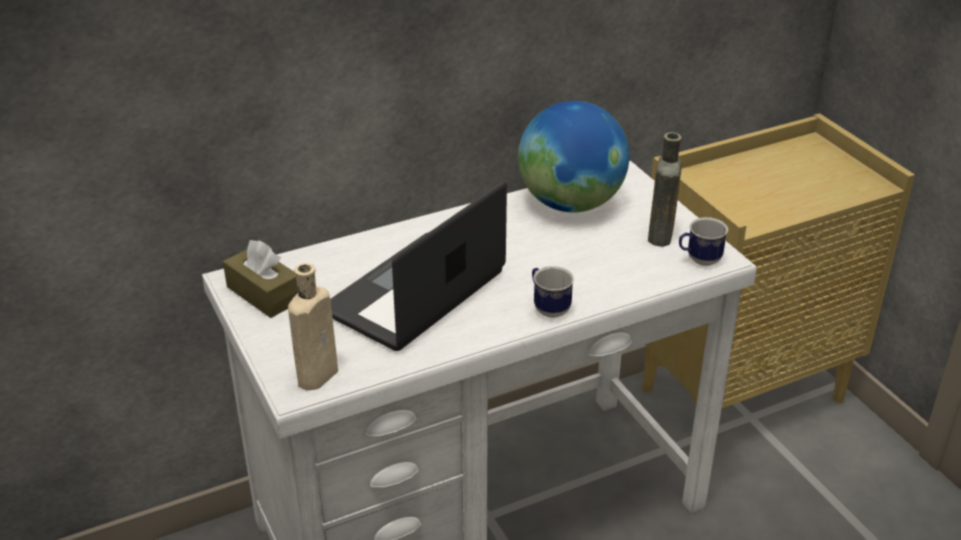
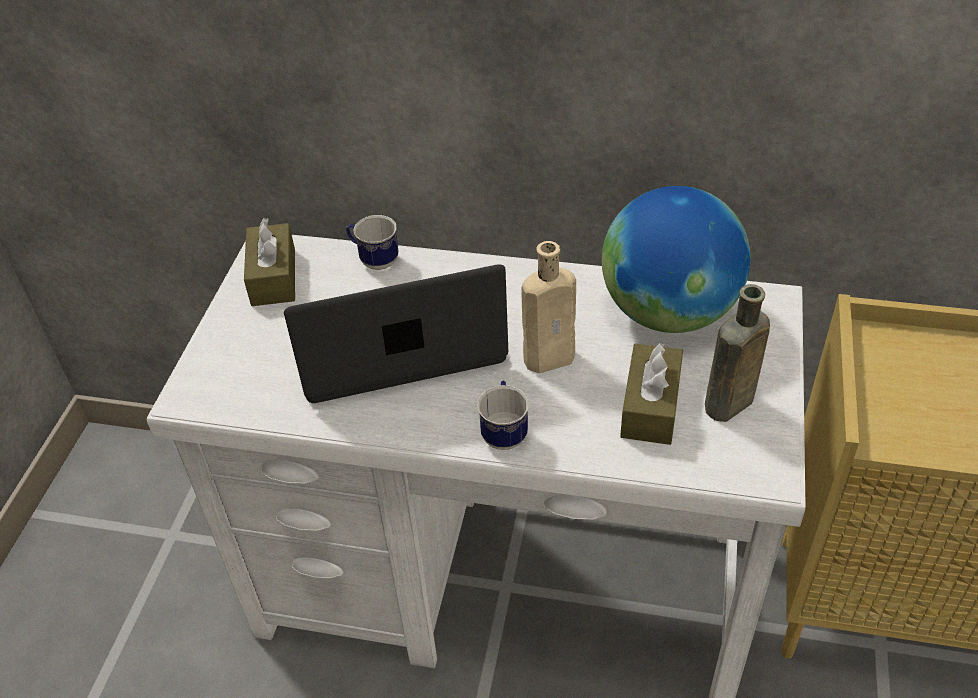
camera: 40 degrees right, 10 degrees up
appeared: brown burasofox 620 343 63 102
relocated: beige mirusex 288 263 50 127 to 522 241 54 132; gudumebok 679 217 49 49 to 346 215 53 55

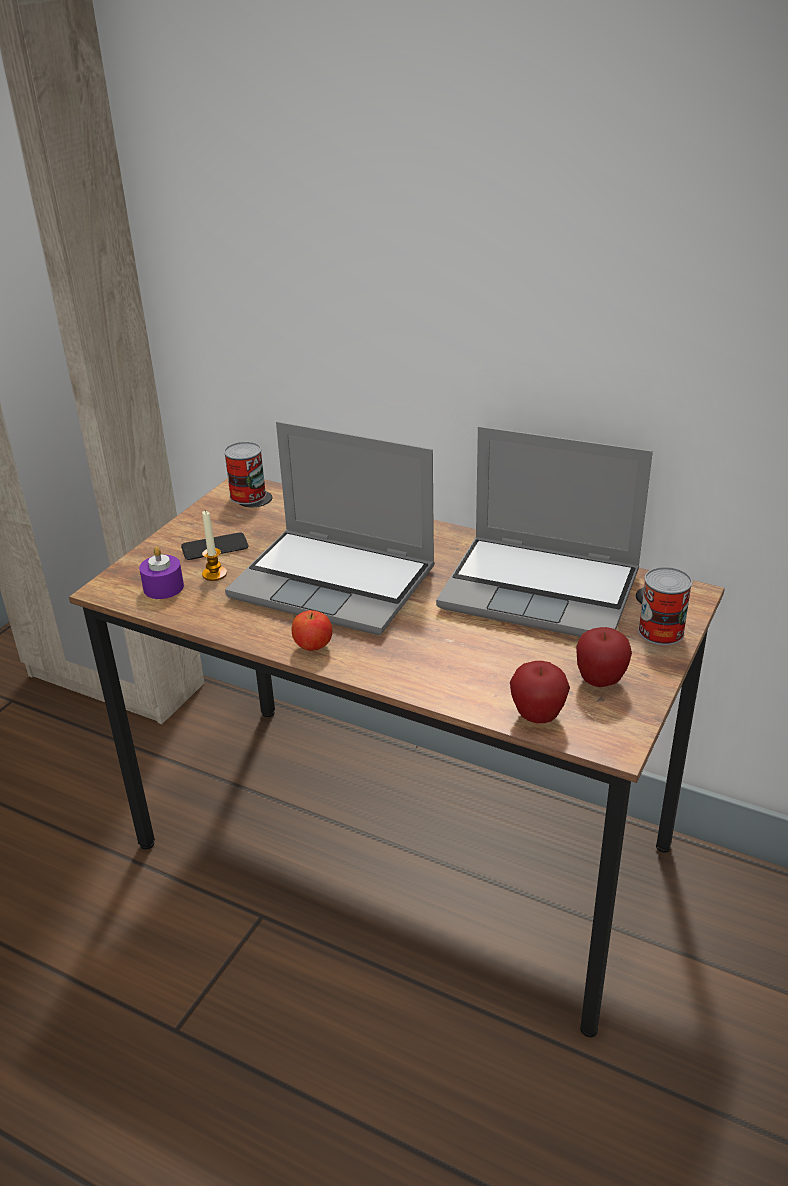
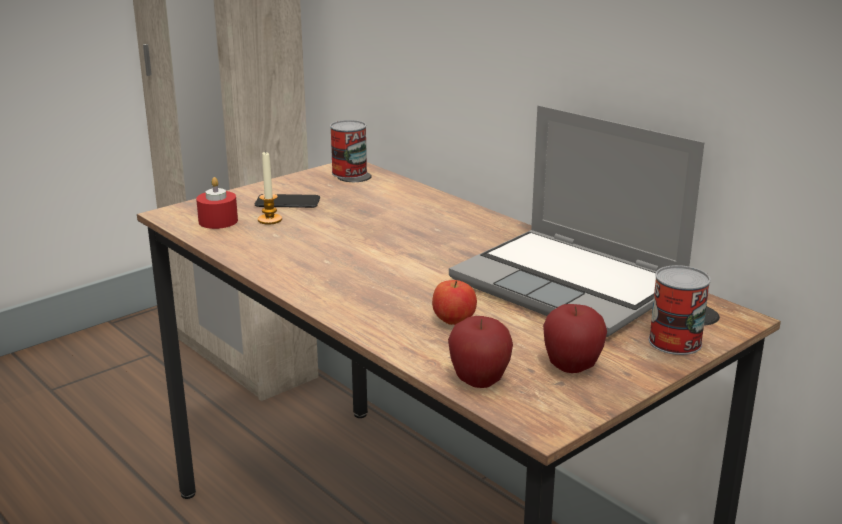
camera: 20 degrees right, 10 degrees down
missing: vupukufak 225 421 210 214
relocated: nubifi 292 610 40 41 to 432 280 45 45
colour: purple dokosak 139 546 45 53 to red dokosak 196 177 42 52

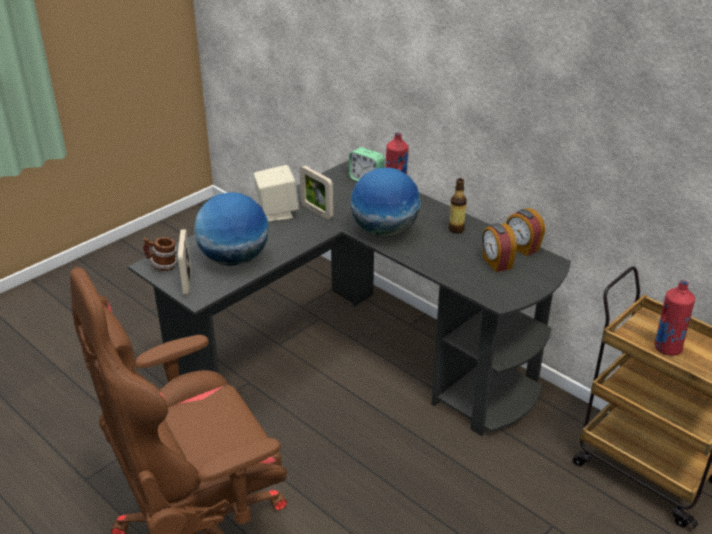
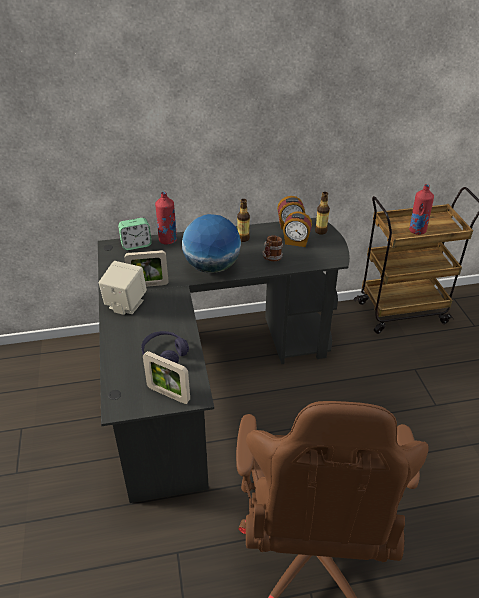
camera: 55 degrees left, 5 degrees up
appeared: mirusex 315 192 15 43
relocated: gudumebok 143 237 34 34 to 262 235 21 26
exchanged: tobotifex 194 192 75 74 to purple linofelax 141 331 48 32

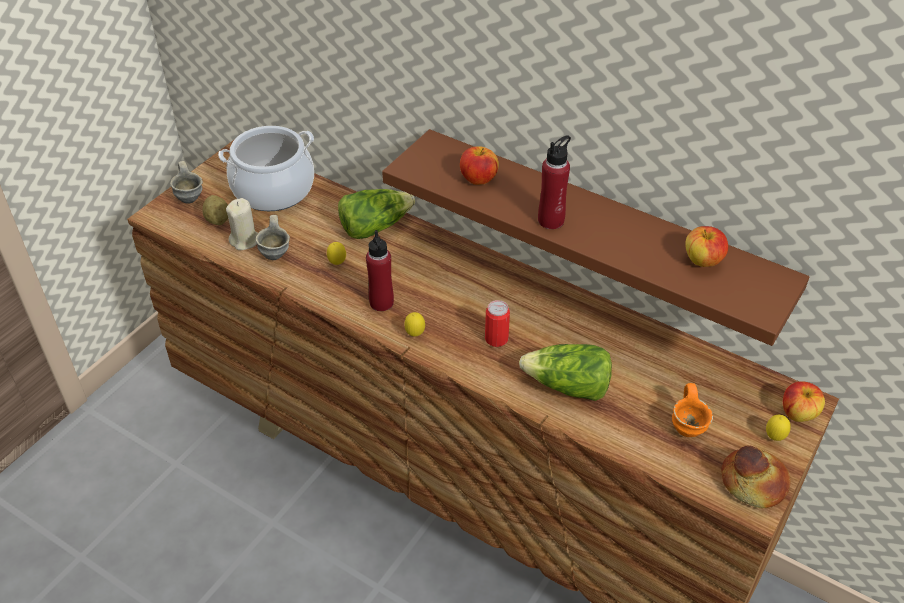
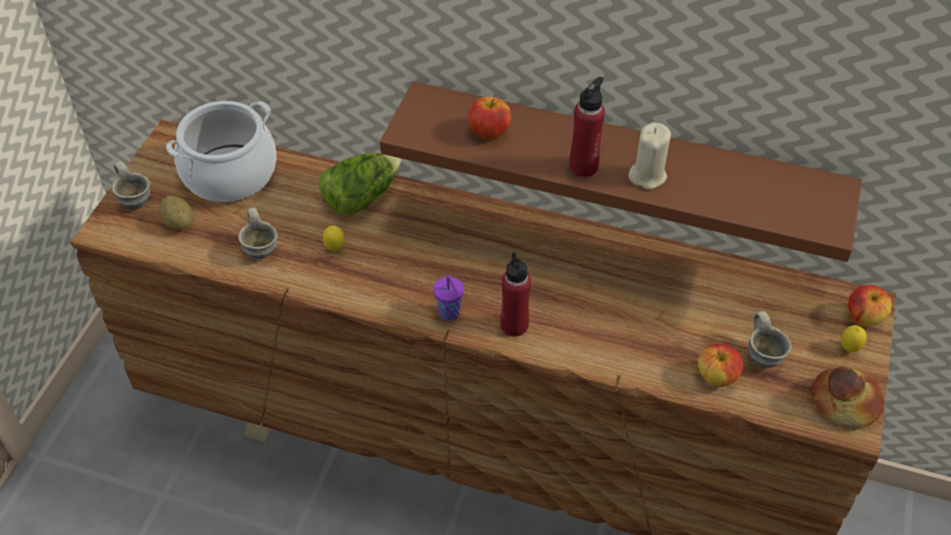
camera: 15 degrees left, 5 degrees up
missing: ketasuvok 485 300 25 47; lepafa 519 344 93 57
relocated: beige dokosak 226 198 32 52 to 629 122 42 68; red mirusex 366 230 28 81 to 500 252 31 85; nubifi 685 226 43 41 to 698 344 45 43
exchanged: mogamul 404 312 21 24 to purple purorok 433 275 31 46
colour: orange gudumebok 672 383 41 54 to grey gudumebok 748 311 44 57

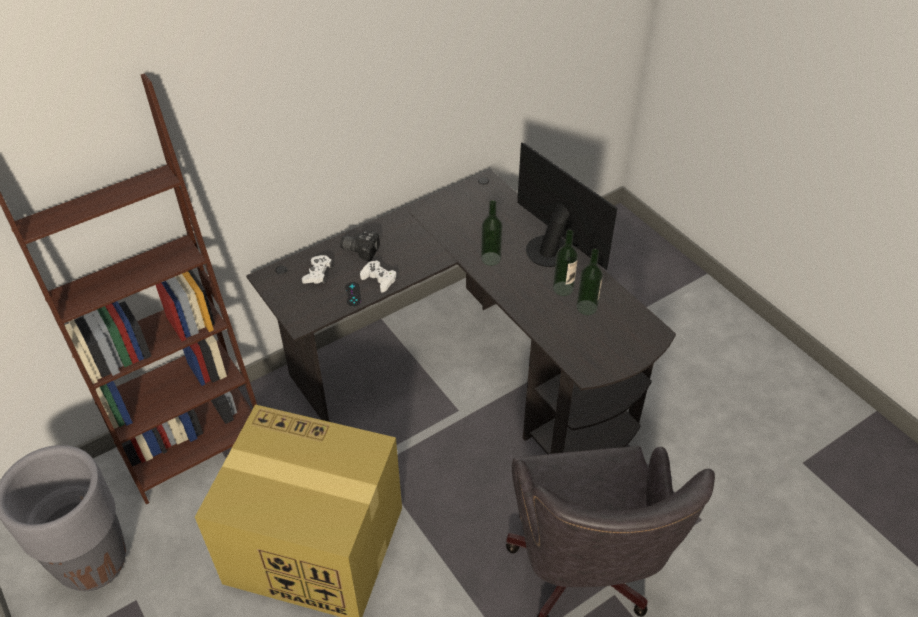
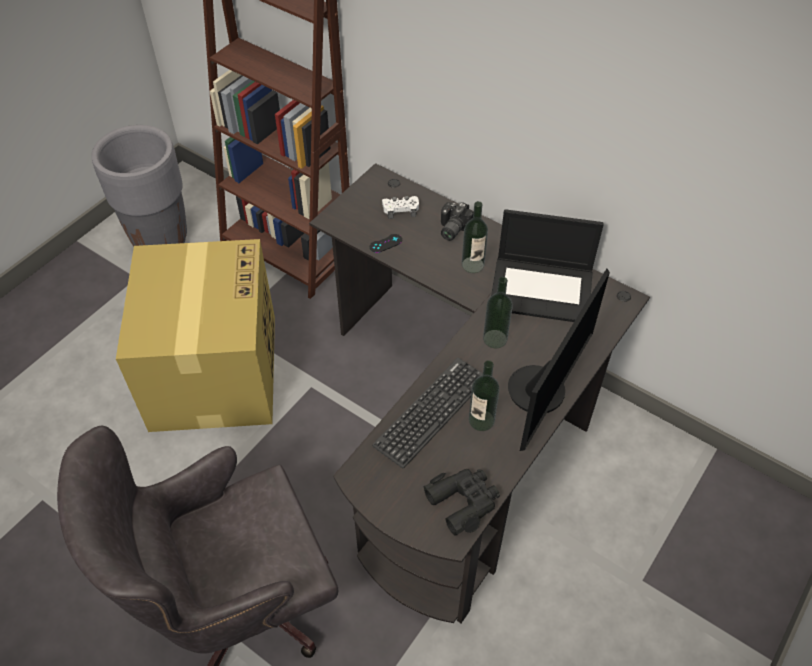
camera: 70 degrees right, 5 degrees up
missing: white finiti 360 260 37 32
appeared: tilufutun 372 358 111 110; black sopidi 423 469 77 67; vupukufak 491 209 113 113
relocated: mirusex 576 249 27 66 to 462 201 26 72
spun: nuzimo 340 231 40 31 = 441 202 32 39 150 degrees counterclockwise

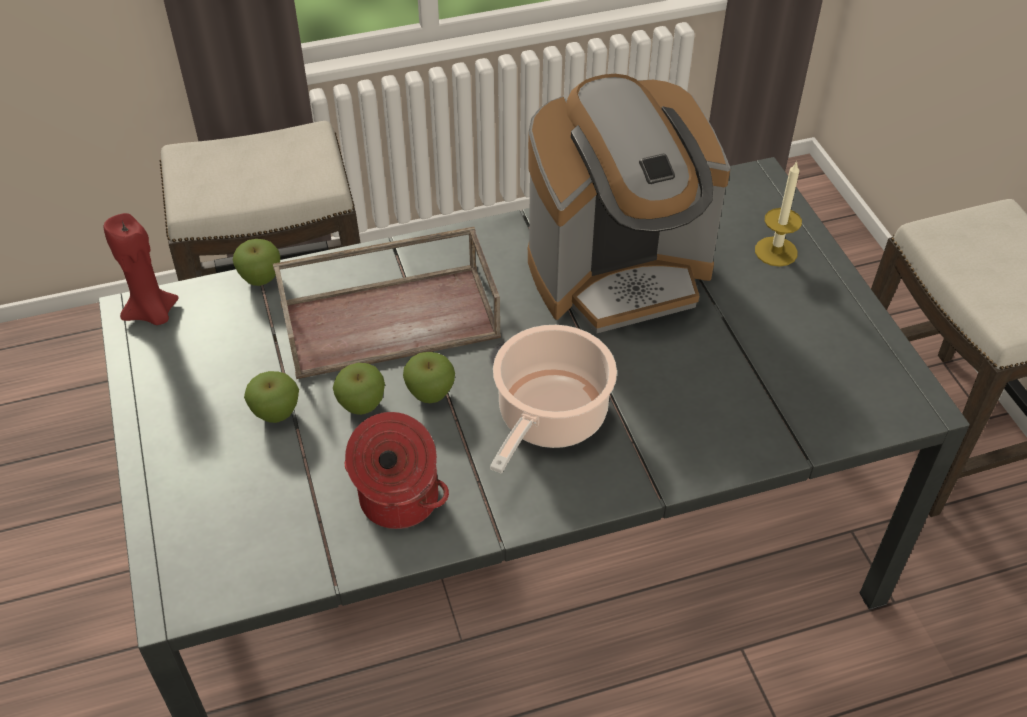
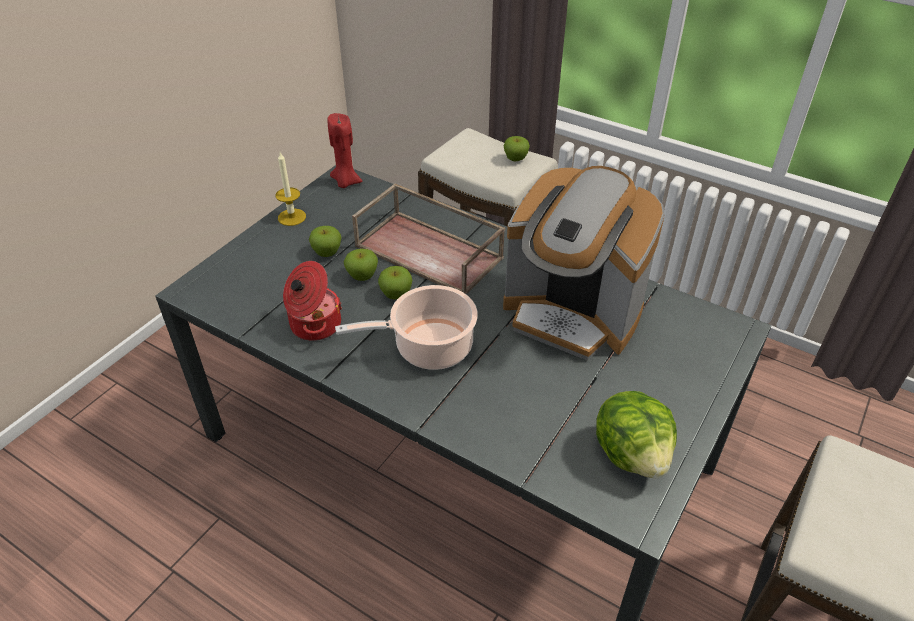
camera: 50 degrees right, 5 degrees down
appeared: lepafa 596 391 81 87
relocated: nubifi 233 239 47 47 to 504 136 26 25; dokosak 755 161 47 106 to 276 152 30 74

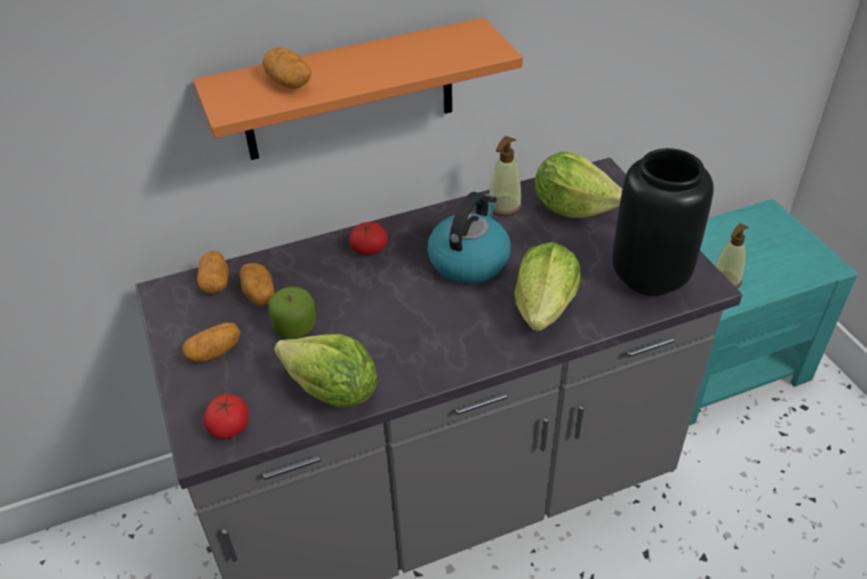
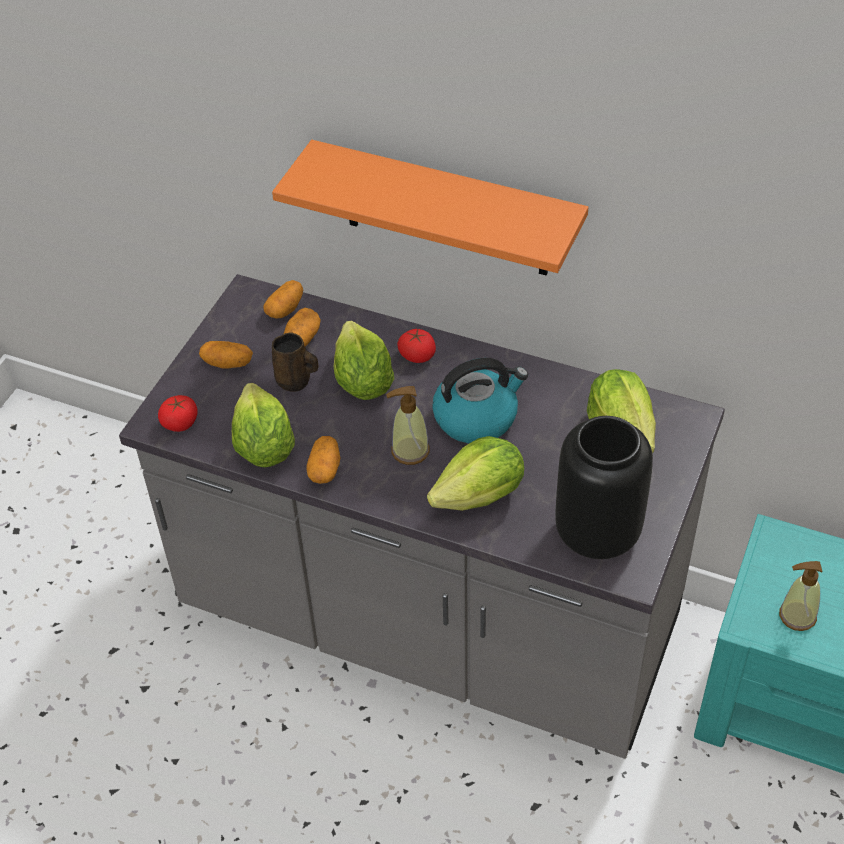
camera: 45 degrees right, 5 degrees up
appeared: lepafa 334 321 60 79
relocated: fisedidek 262 47 49 41 to 307 436 33 48; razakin 489 136 33 80 to 386 386 44 79
exchanged: nubifi 268 286 48 53 to brown gudumebok 272 332 46 60

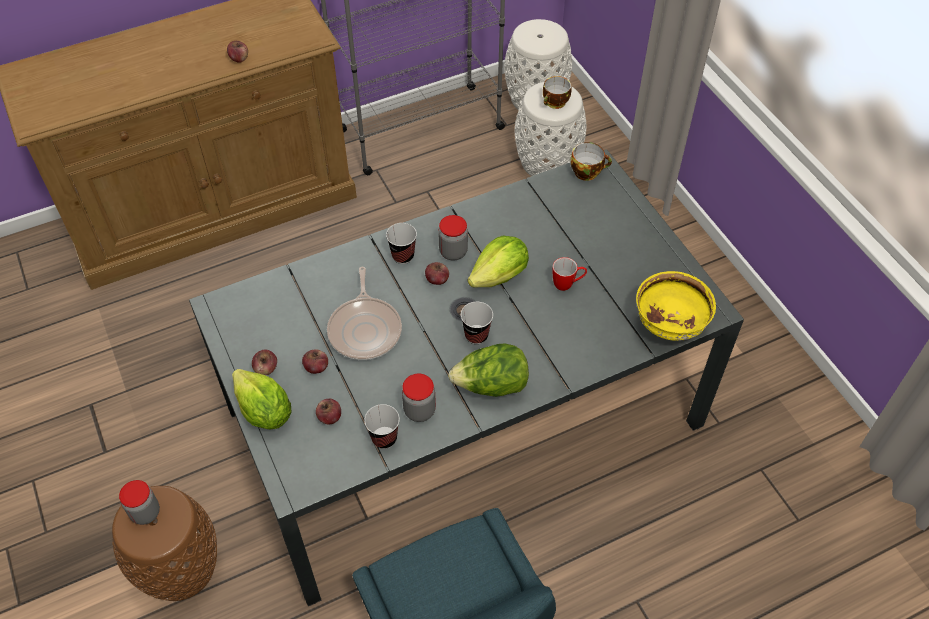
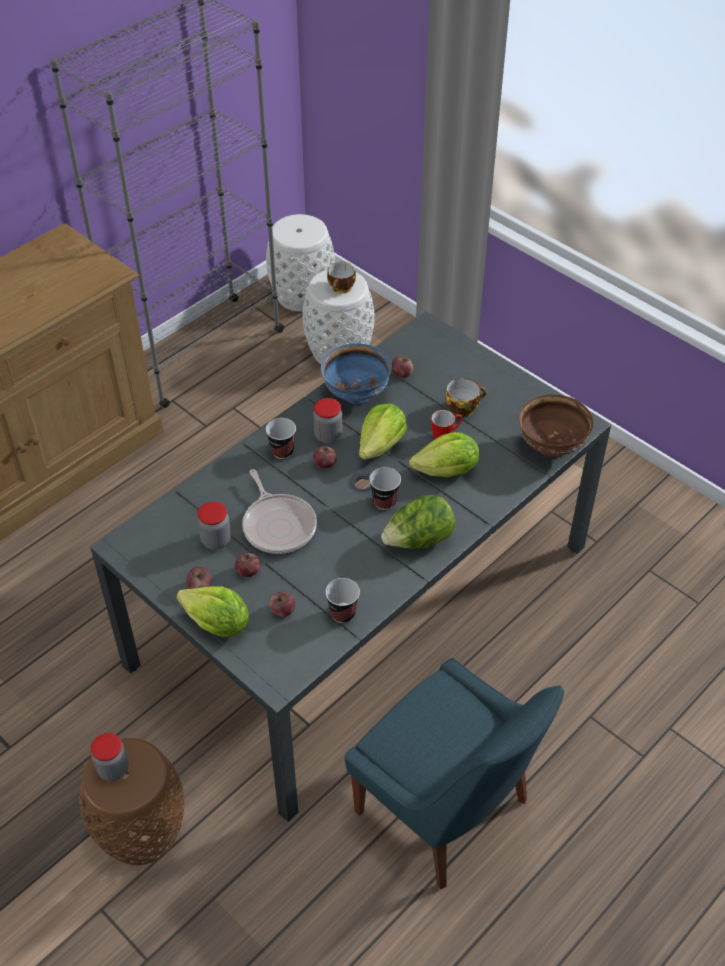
camera: 20 degrees left, 5 degrees down
appeared: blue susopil 321 343 71 62; lepafa 409 432 71 45
relocated: nubifi 227 41 21 22 to 391 356 22 22; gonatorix 402 374 34 48 to 197 502 34 48; purorok 571 142 41 39 to 446 378 41 39
colour: yellow susopil 636 271 80 70 to brown susopil 519 394 75 64

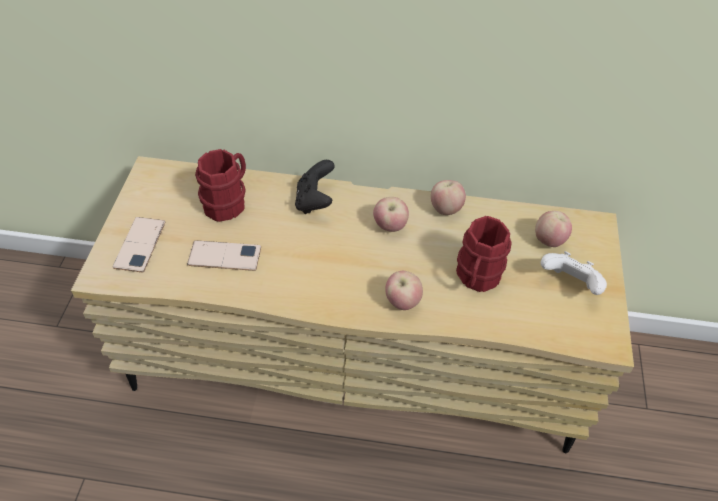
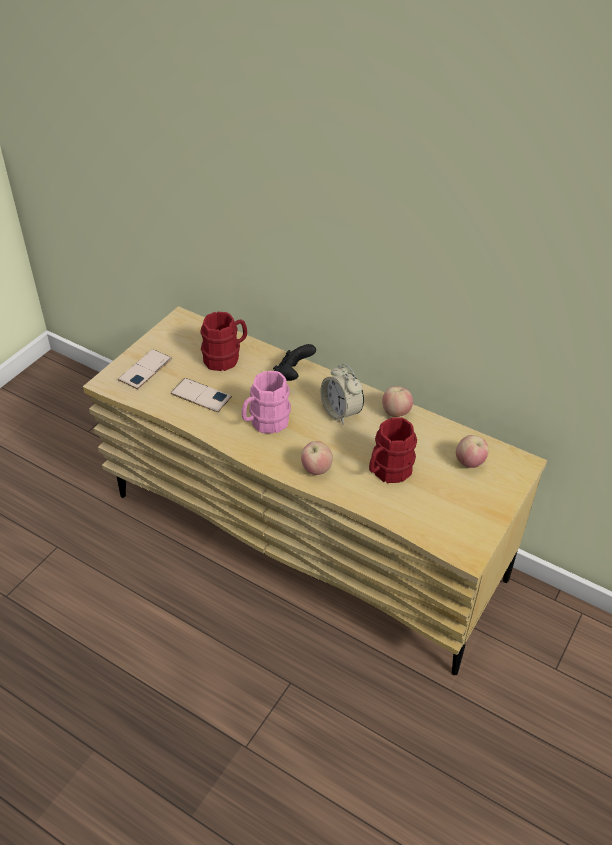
camera: 25 degrees right, 5 degrees down
missing: white finiti 541 251 66 44
appeared: pink gudumebok 242 371 49 63
exchanged: nubifi 373 197 36 35 to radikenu 320 364 44 60

